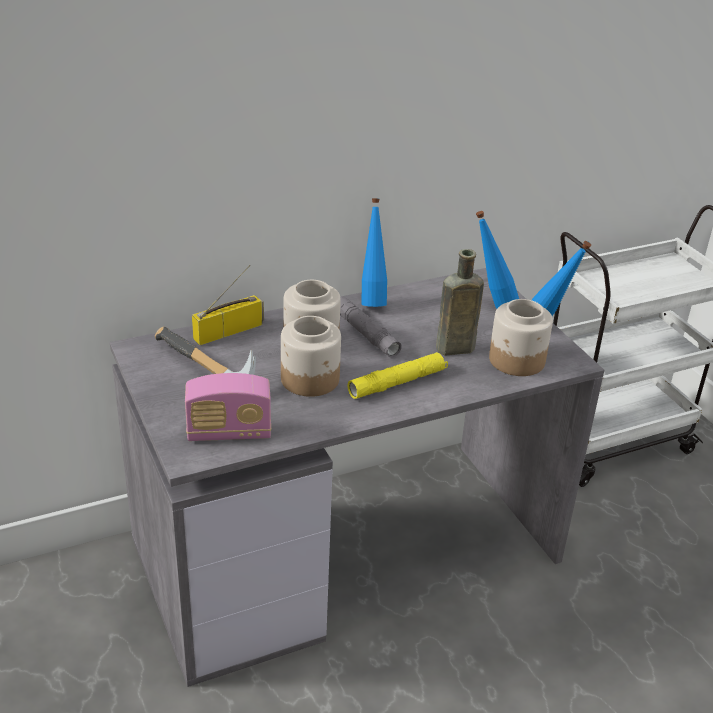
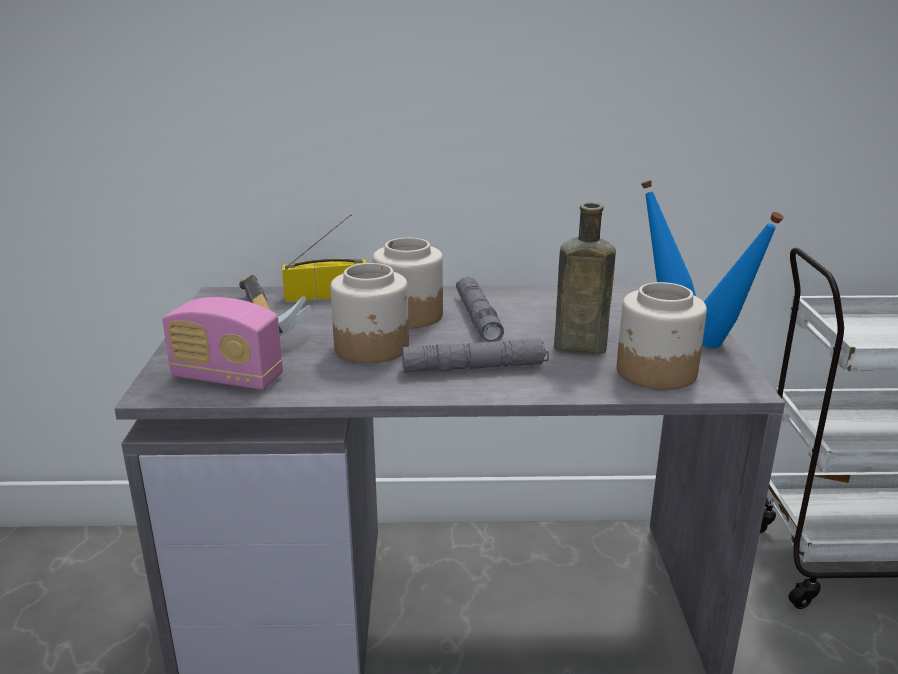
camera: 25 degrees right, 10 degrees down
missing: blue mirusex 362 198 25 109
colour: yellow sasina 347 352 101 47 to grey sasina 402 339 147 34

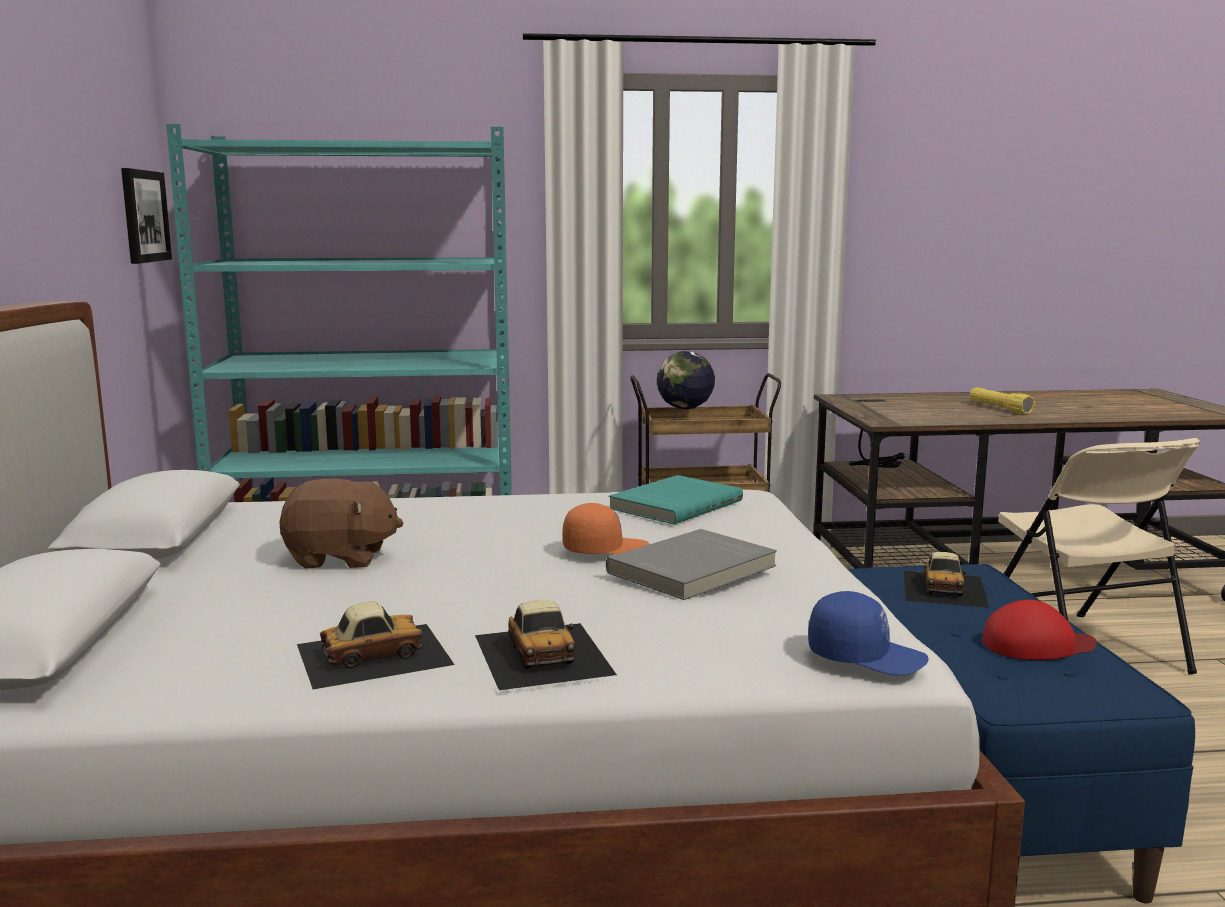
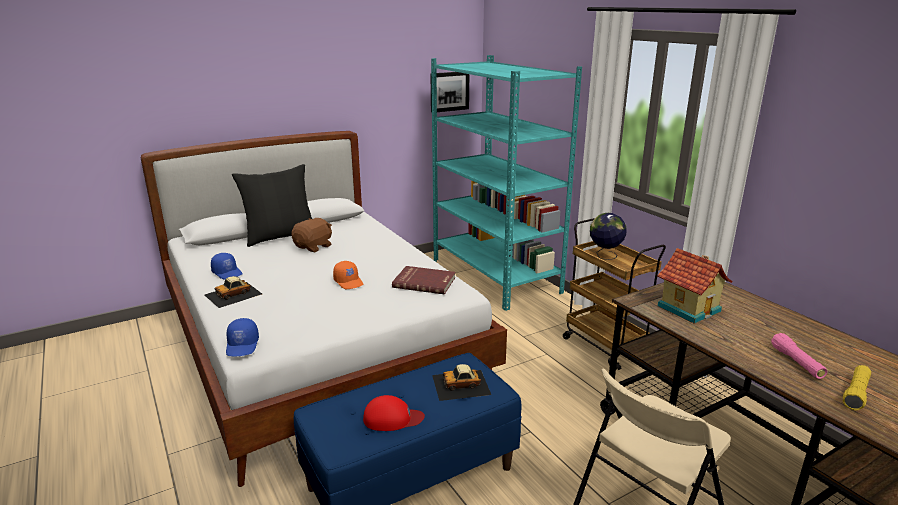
camera: 65 degrees right, 10 degrees up
missing: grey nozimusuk 606 529 171 71
appeared: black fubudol 232 164 80 83; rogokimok 657 248 76 76; pink sasina 771 333 56 46
relocated: yellow sasina 970 387 65 27 to 843 365 28 46
exchanged: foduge 297 602 158 87 to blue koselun 211 253 32 27
colour: turquoise nozimusuk 609 475 134 49 to red nozimusuk 392 266 64 29
spun: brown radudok 279 479 124 89 = 291 218 41 34 120 degrees counterclockwise; red koselun 982 600 115 60 = 363 395 62 36 60 degrees counterclockwise

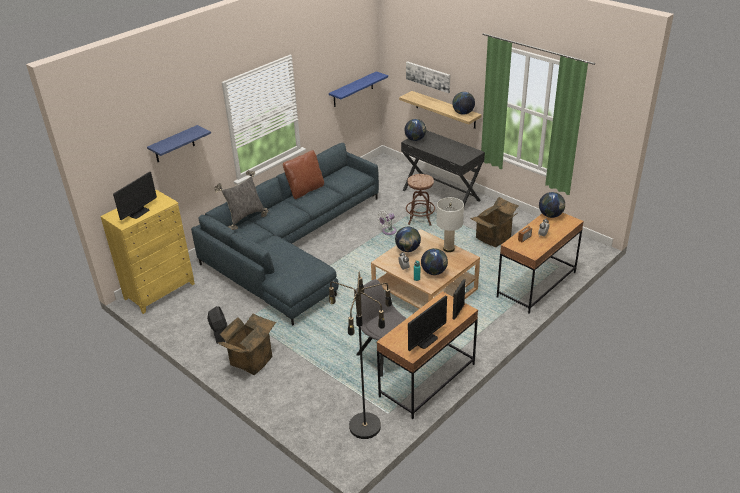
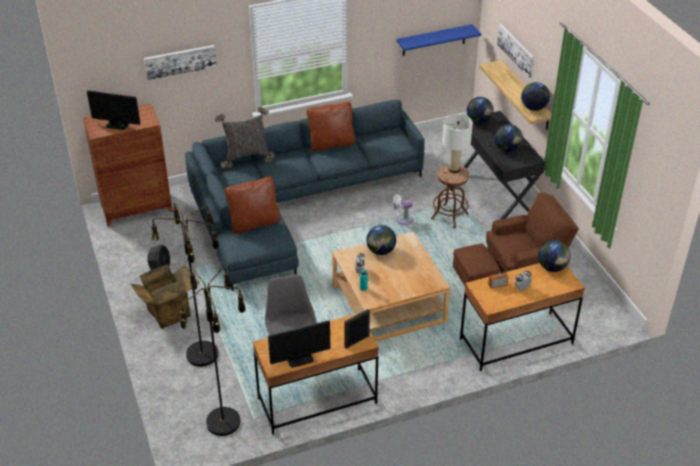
camera: 25 degrees right, 5 degrees up
appeared: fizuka 152 202 67 165; brown fubudol 225 177 55 57
relocated: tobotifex 421 248 27 27 to 495 124 28 28; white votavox 437 197 27 55 to 442 114 31 59
exchanged: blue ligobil 147 125 64 37 to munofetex 144 45 73 35; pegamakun 470 197 49 50 to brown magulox 453 192 126 94
colour: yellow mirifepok 100 190 95 124 to brown mirifepok 83 104 90 123
spun: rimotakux 113 172 44 48 = 87 90 54 40 45 degrees clockwise

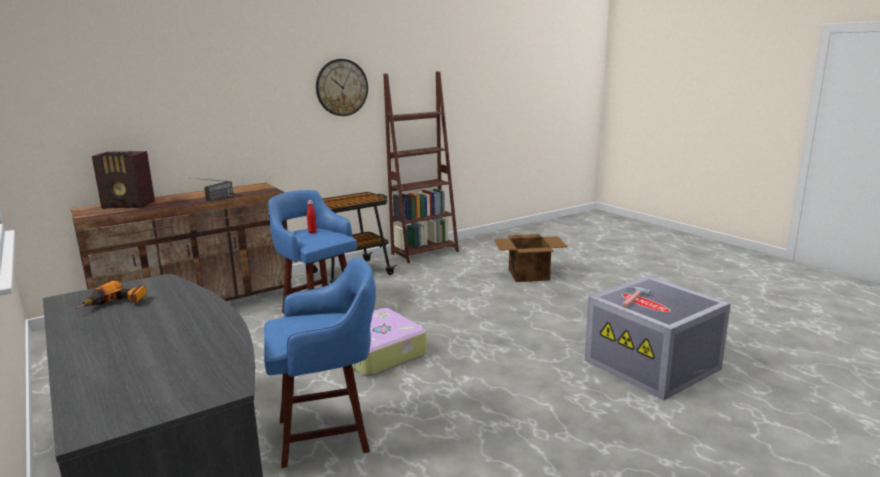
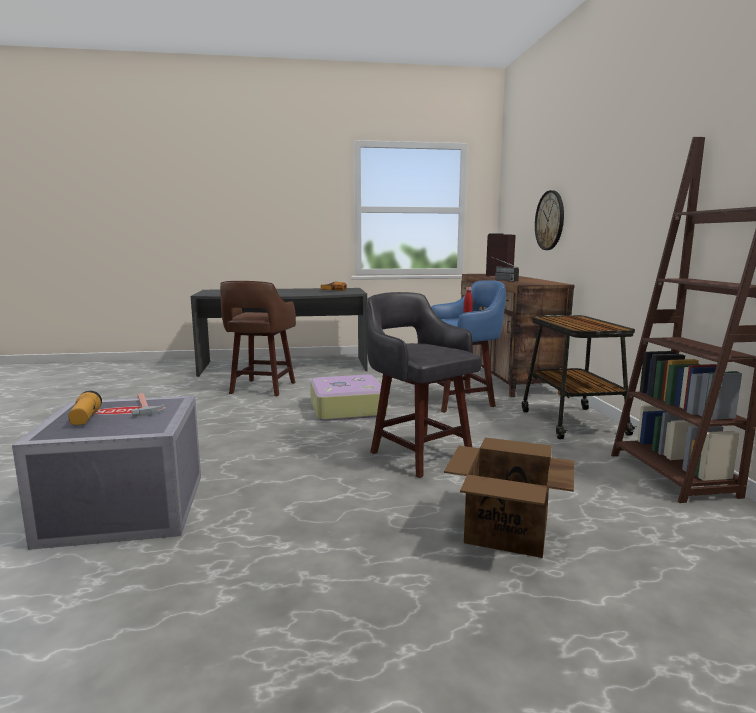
camera: 115 degrees right, 5 degrees down
appeared: sasina 68 391 34 34; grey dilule 366 292 116 186
relocated: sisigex 316 59 52 57 to 535 190 29 60
colour: blue dilule 264 258 112 210 to brown dilule 220 281 76 115

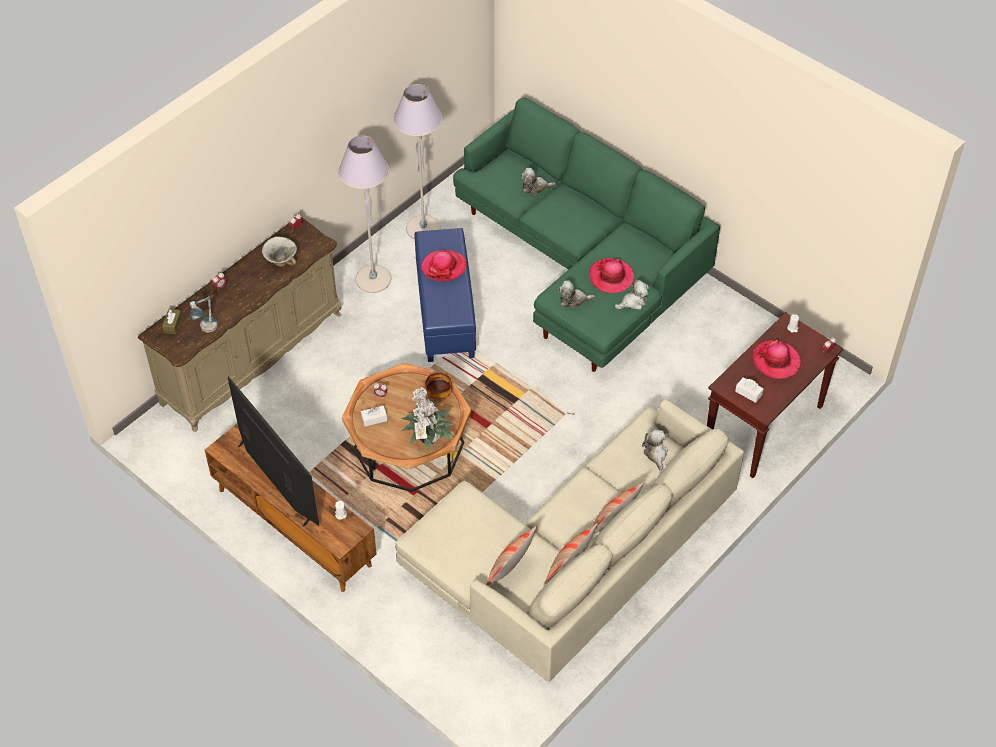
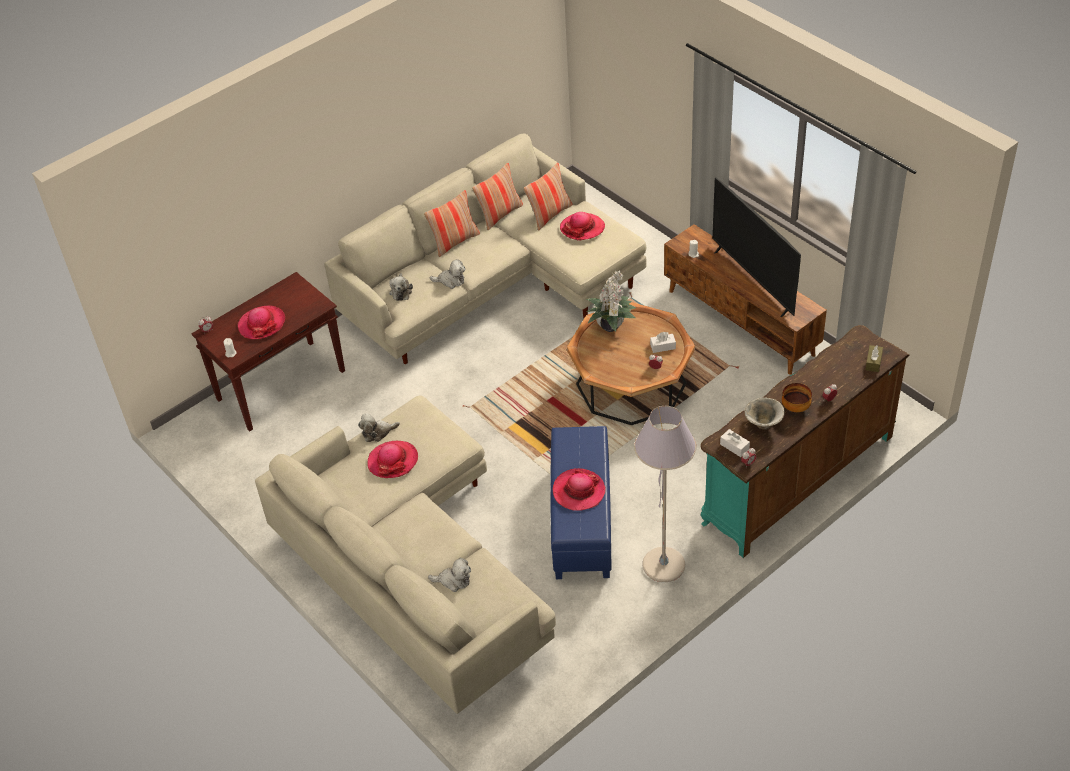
camera: 170 degrees left, 5 degrees down
missing: votavox 190 296 28 36; grey fizuka 393 84 50 156
appeared: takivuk 560 212 45 29
relocated: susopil 426 373 26 27 to 782 383 30 29; radudok 558 281 38 28 to 429 259 36 30; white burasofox 735 377 29 26 to 720 429 30 28
colour: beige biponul 138 217 204 215 to turquoise biponul 700 325 209 233; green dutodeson 453 98 267 274 to beige dutodeson 255 395 301 319

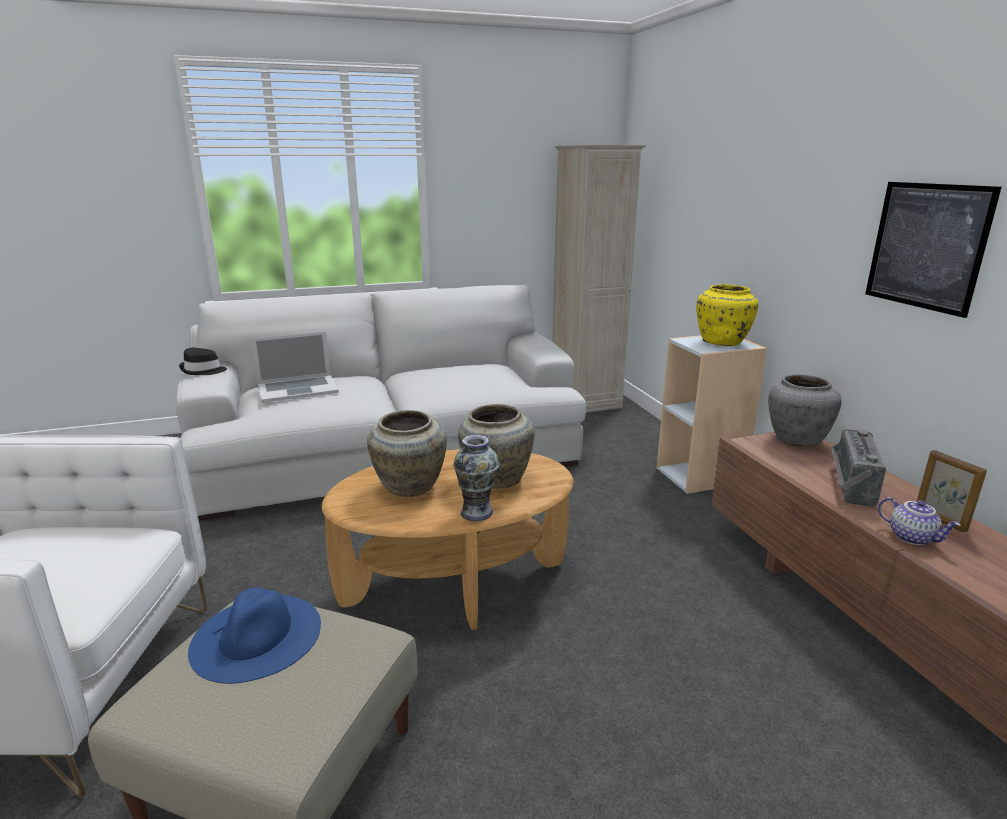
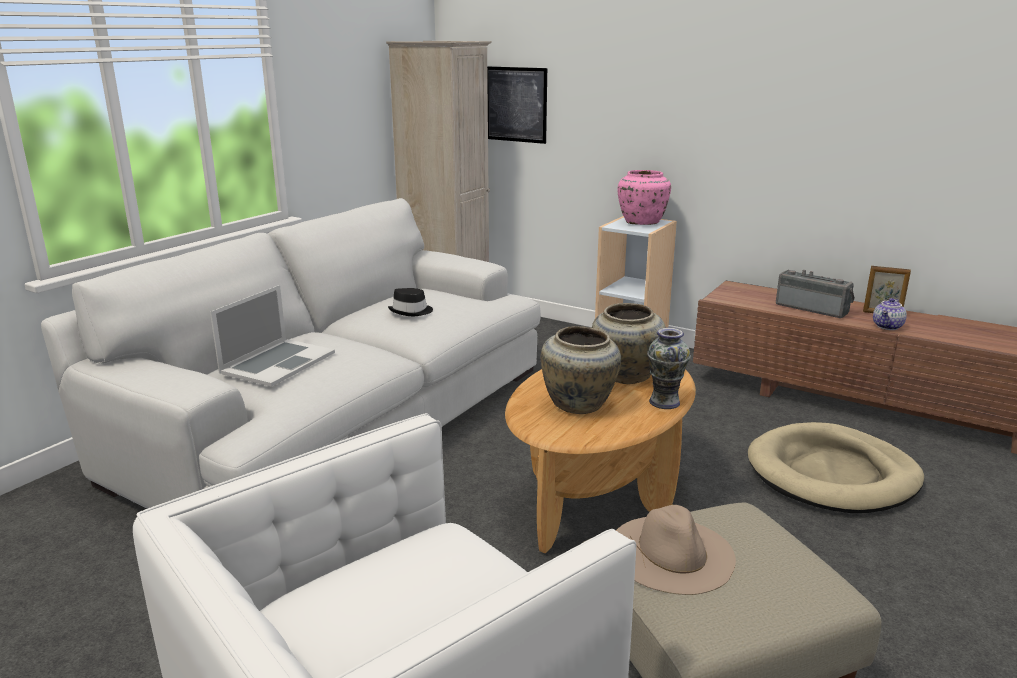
camera: 40 degrees left, 0 degrees up
missing: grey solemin 768 374 73 73
appeared: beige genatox 748 422 176 91
relocated: black takivuk 179 348 48 27 to 388 288 45 28; munofetex 865 182 137 136 to 487 67 60 77
colour: blue takivuk 188 587 133 97 to beige takivuk 616 505 120 90; yellow solemin 696 284 62 62 to pink solemin 618 170 53 55
spun: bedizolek 831 429 55 78 = 776 270 79 48 150 degrees clockwise; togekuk 878 497 83 48 = 873 298 34 32 120 degrees clockwise

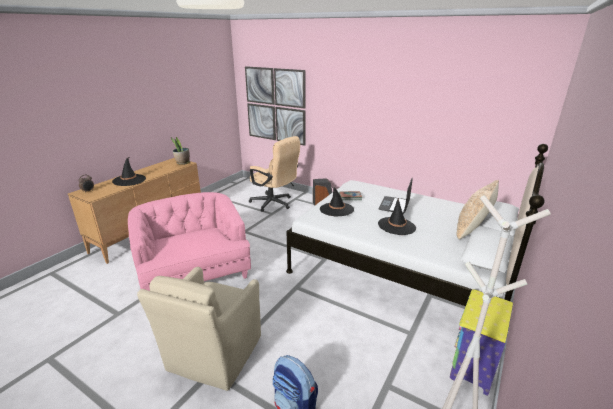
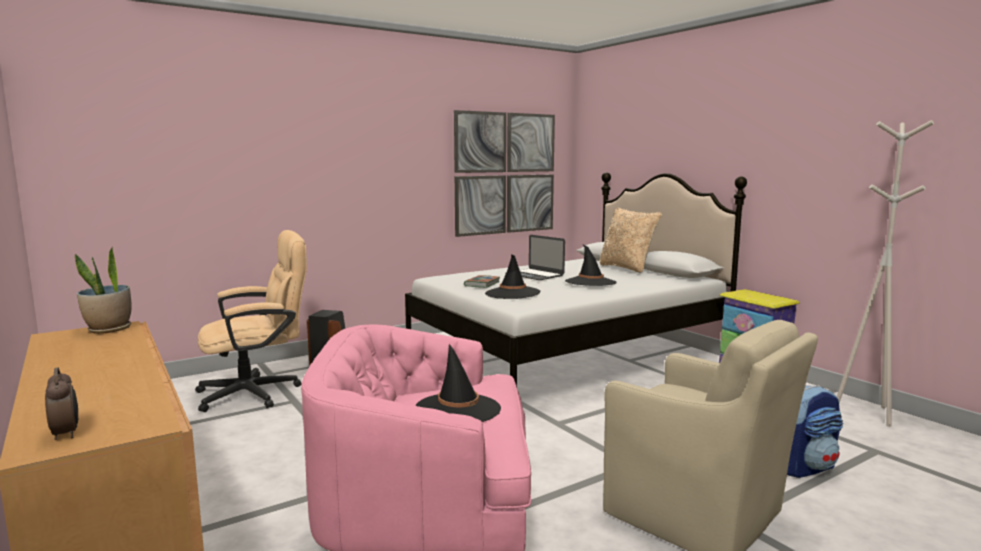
camera: 65 degrees left, 15 degrees down
relocated: black takivuk 112 157 34 29 to 416 344 85 78; munofetex 245 66 61 80 to 454 110 101 127

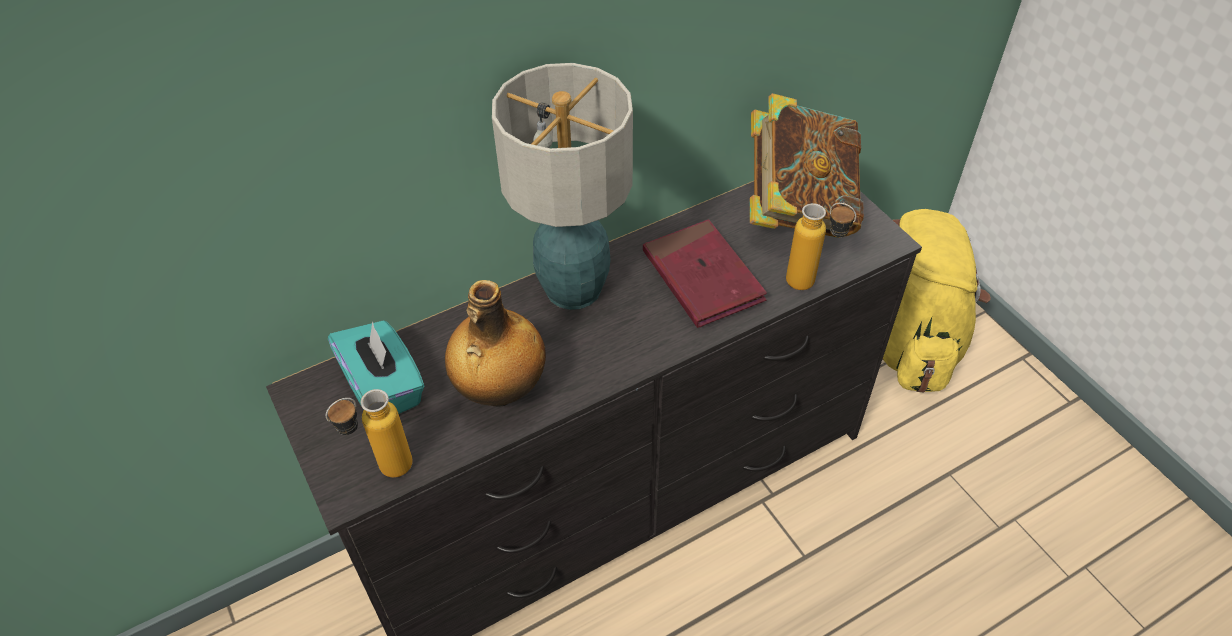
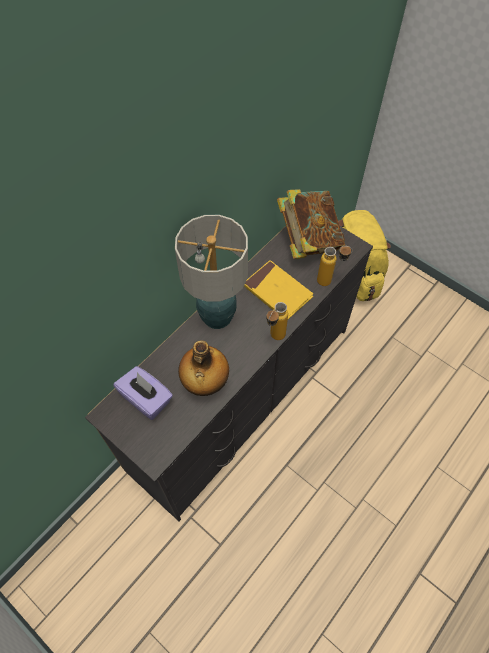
camera: 20 degrees left, 10 degrees up
relocated: mirusex 326 389 87 89 to 266 302 22 38
colour: turquoise burasofox 328 320 96 94 to purple burasofox 113 366 60 54; red nozimusuk 643 219 124 109 to yellow nozimusuk 244 260 69 59

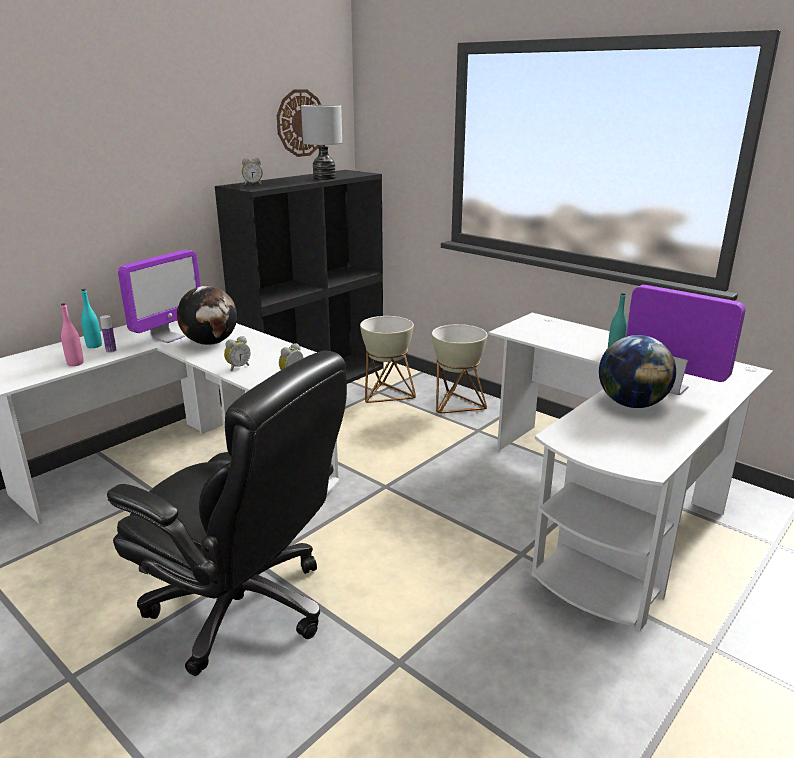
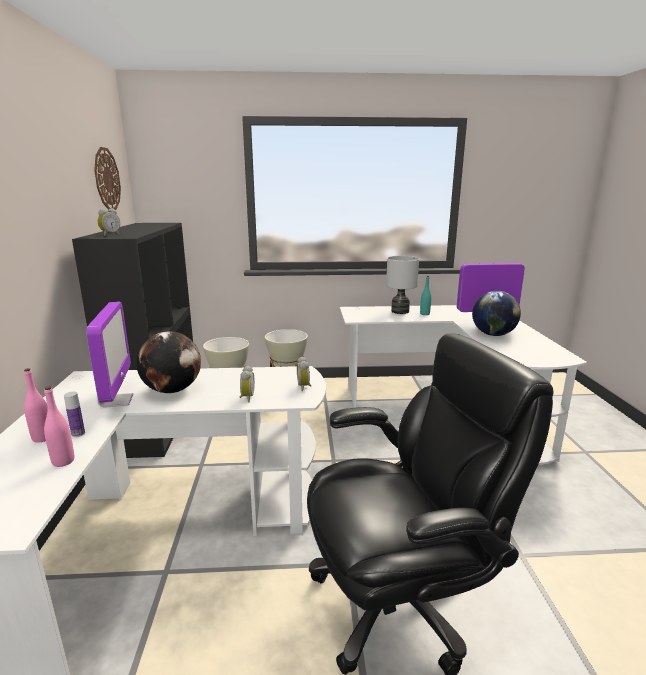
camera: 45 degrees left, 5 degrees down
relocated: grey votavox 301 105 41 75 to 386 256 33 58
colour: turquoise mirusex 81 289 21 59 to pink mirusex 24 368 23 75

